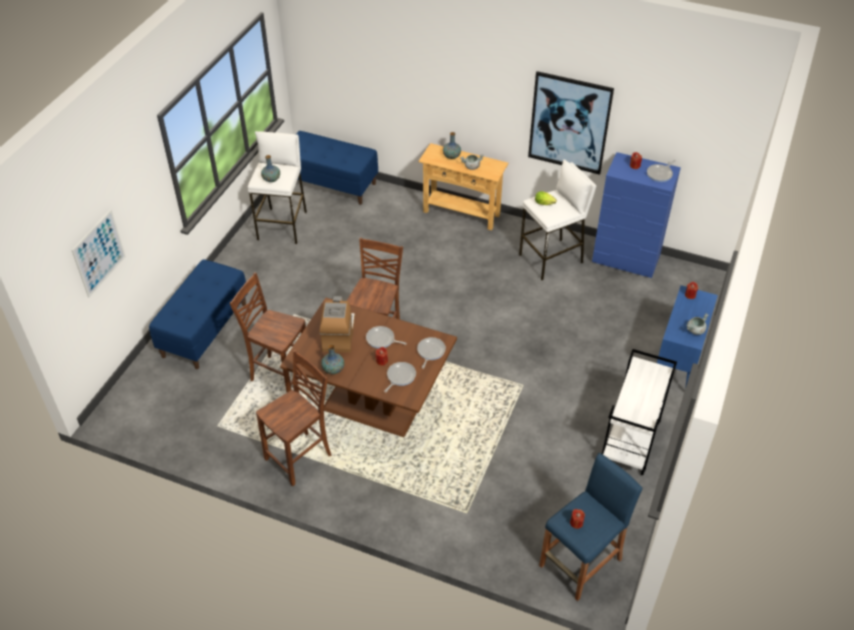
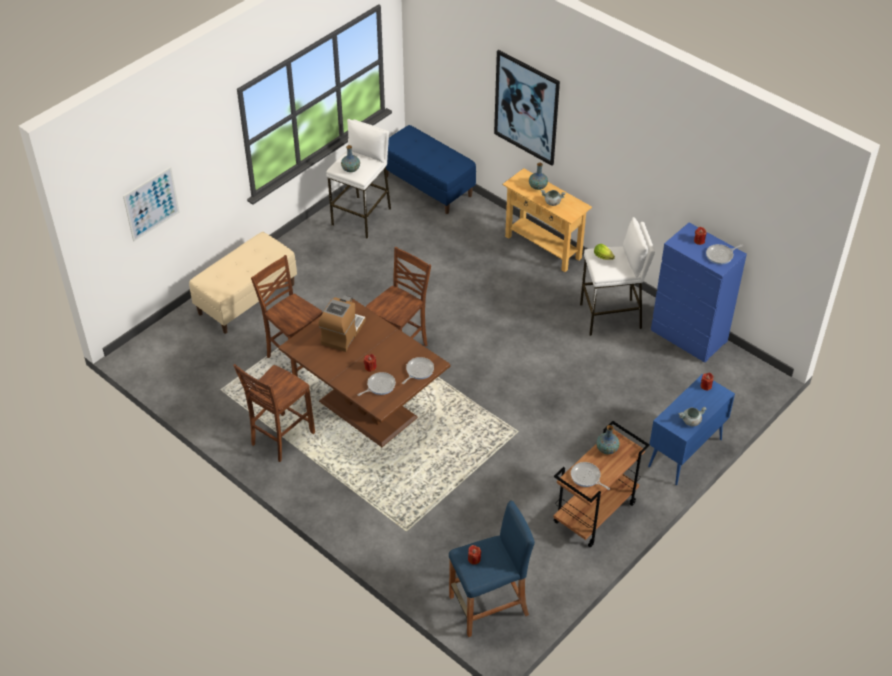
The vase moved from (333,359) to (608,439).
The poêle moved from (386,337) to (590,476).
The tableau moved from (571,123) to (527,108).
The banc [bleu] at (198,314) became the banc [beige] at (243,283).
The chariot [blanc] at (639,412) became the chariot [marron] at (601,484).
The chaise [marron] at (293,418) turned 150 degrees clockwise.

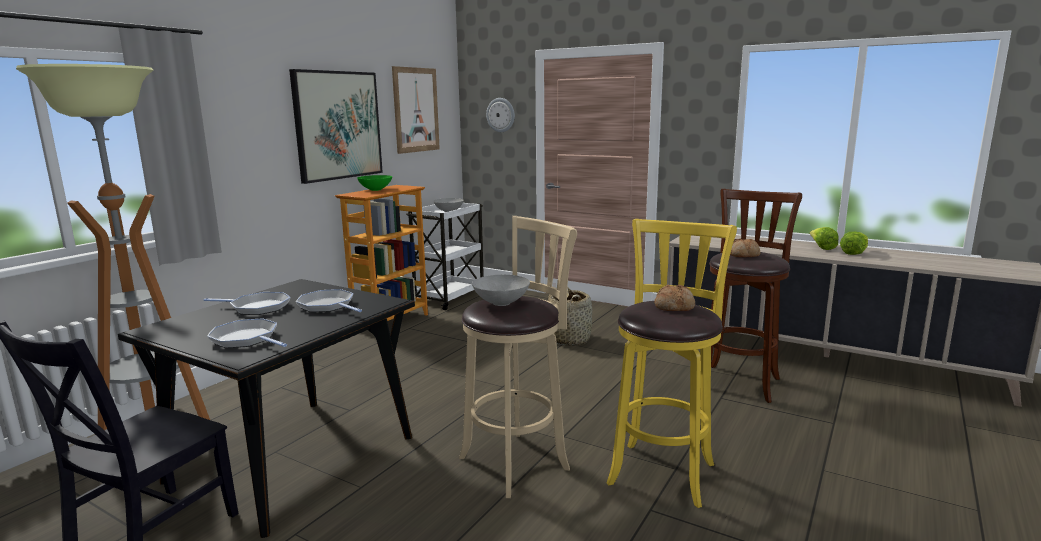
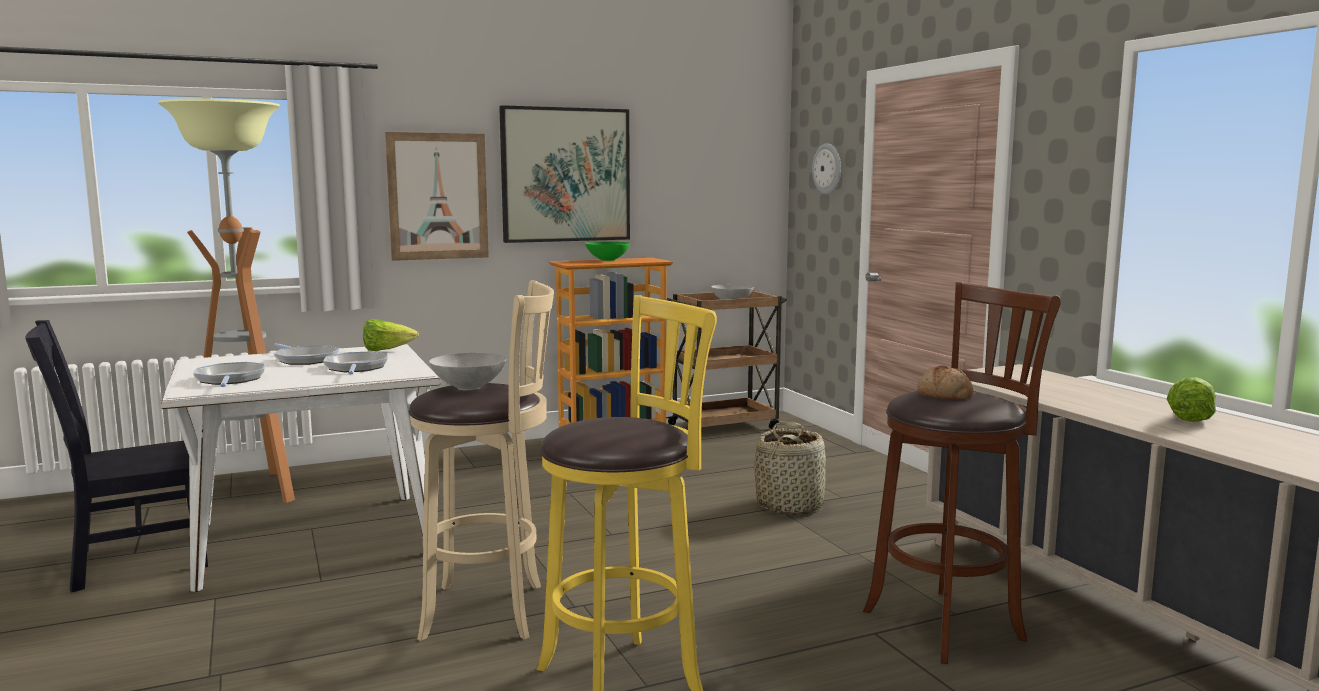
The pain at (674,298) disappeared.
The tableau moved from (416,110) to (437,196).
The laitue moved from (854,243) to (391,335).
The table à manger [noir] at (266,408) became the table à manger [blanc] at (300,468).
The chariot [blanc] at (445,256) became the chariot [marron] at (726,360).

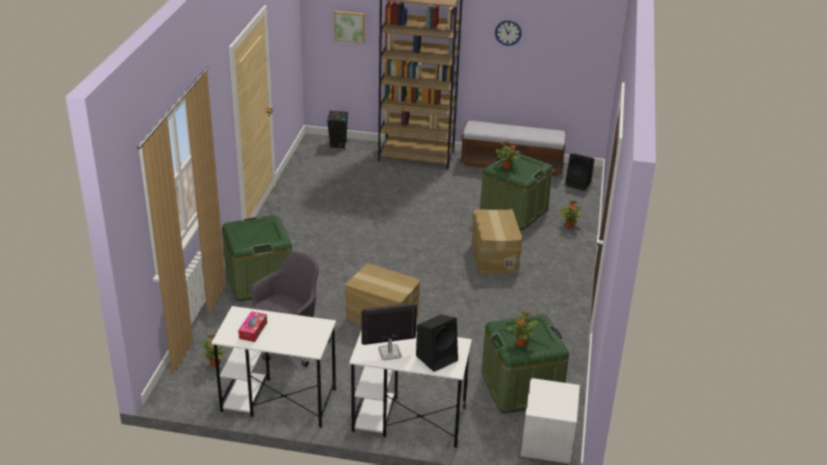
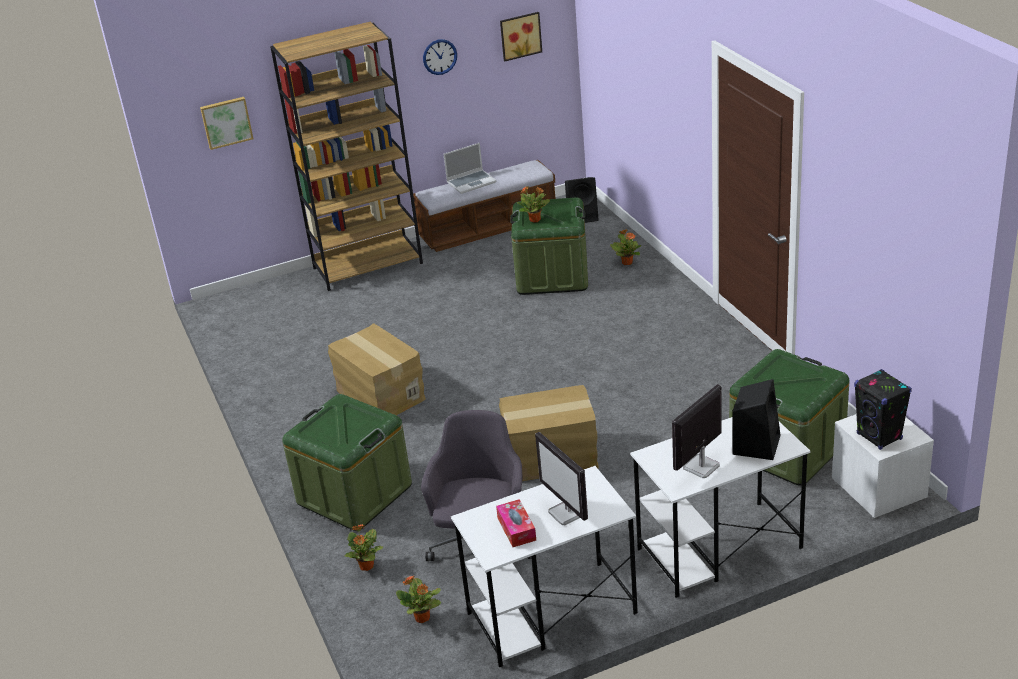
The ordinateur portable at (470,168) appeared.
The tableau at (521,36) appeared.
The écran d'ordinateur at (561,478) appeared.
The enceinte [noir] moved from (337,129) to (883,409).
The carton moved from (496,241) to (377,369).
The plante en pot moved from (522,329) to (363,547).

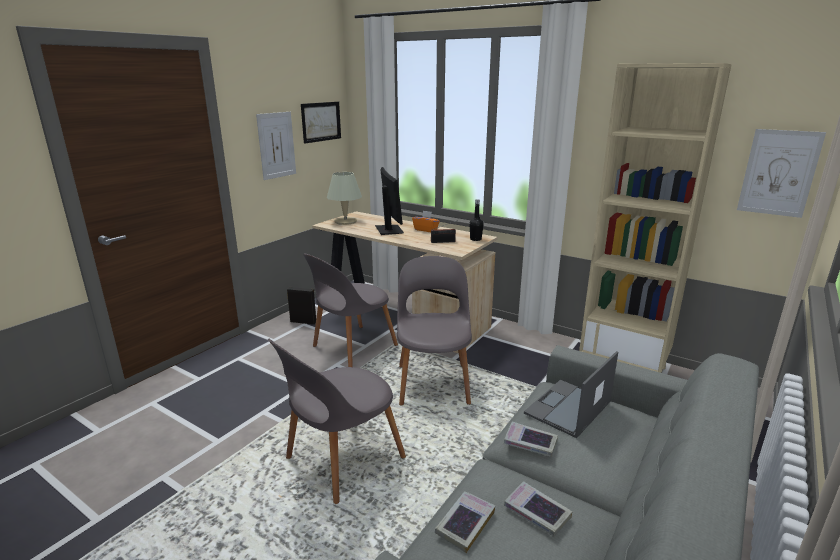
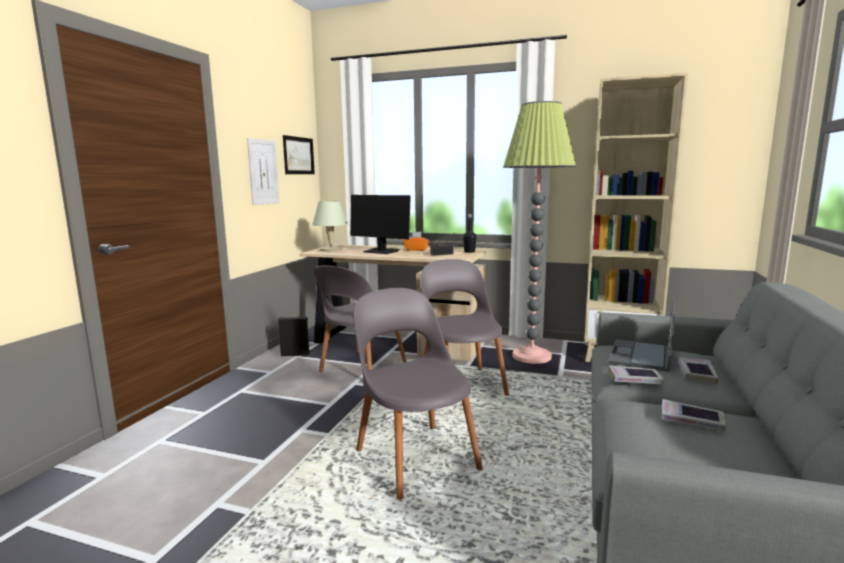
The tableau at (781,173) disappeared.
The lampadaire at (539,232) appeared.
The livre moved from (465,522) to (698,371).
The chaise [gris] at (337,421) turned 120 degrees clockwise.
The écran d'ordinateur at (389,201) turned 150 degrees clockwise.

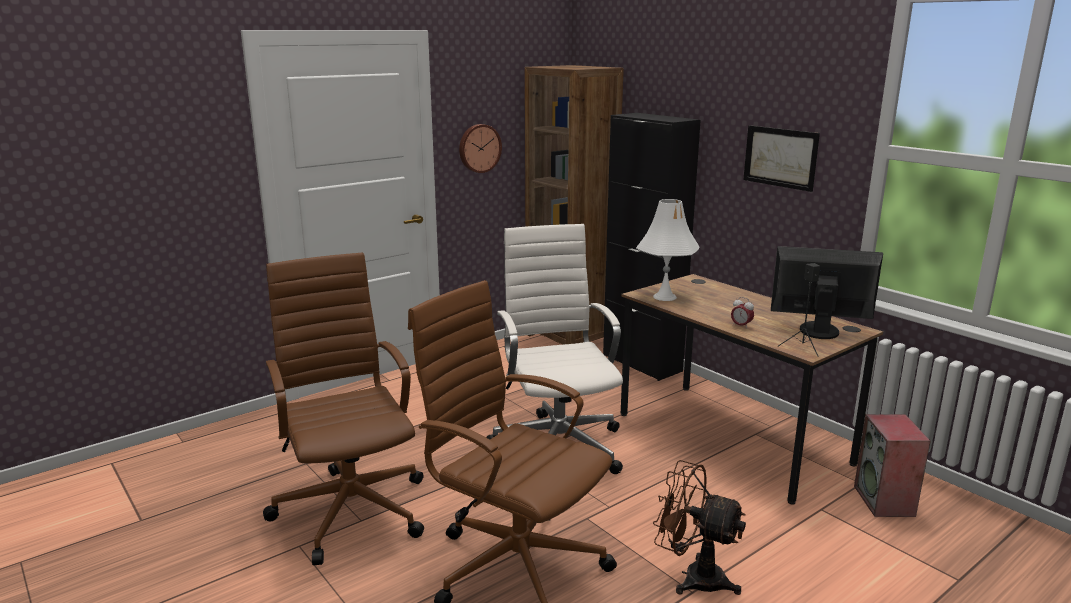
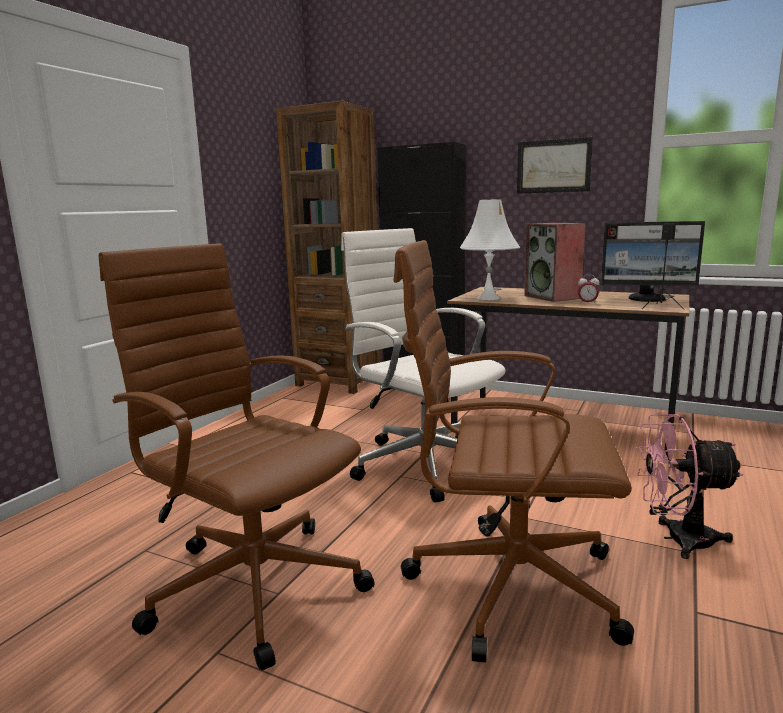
The horloge murale at (480,148) disappeared.
The enceinte moved from (892,465) to (555,262).
The ventilateur [marron] at (699,527) became the ventilateur [rose] at (690,486).
The écran d'ordinateur at (827,292) turned 150 degrees counterclockwise.

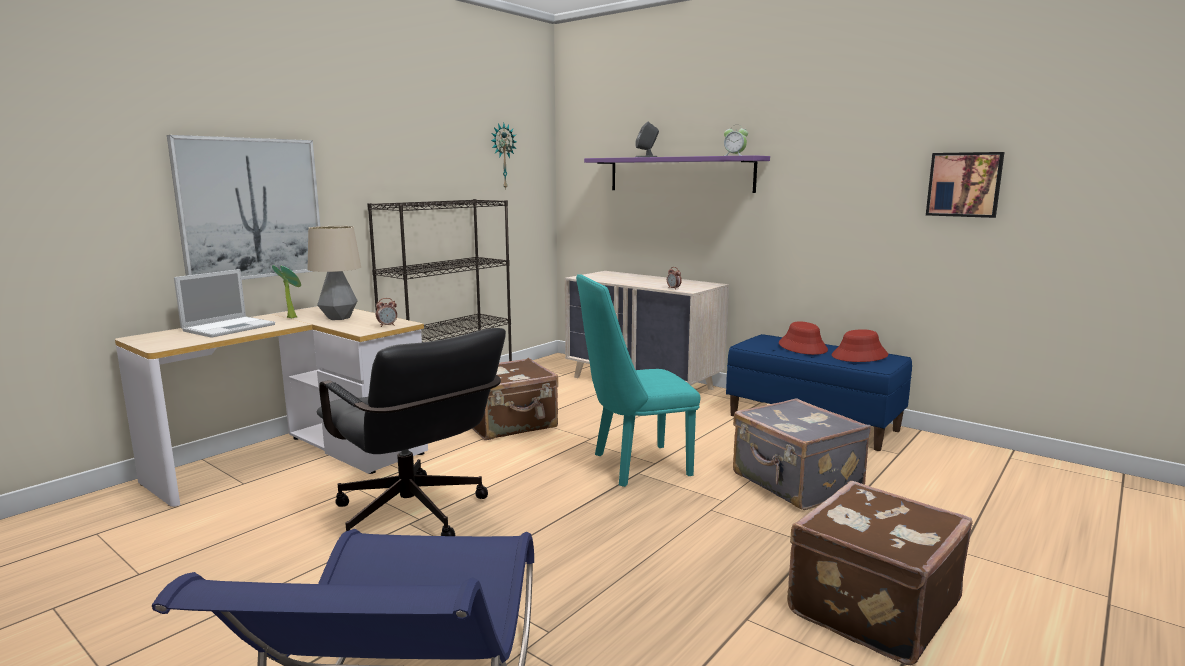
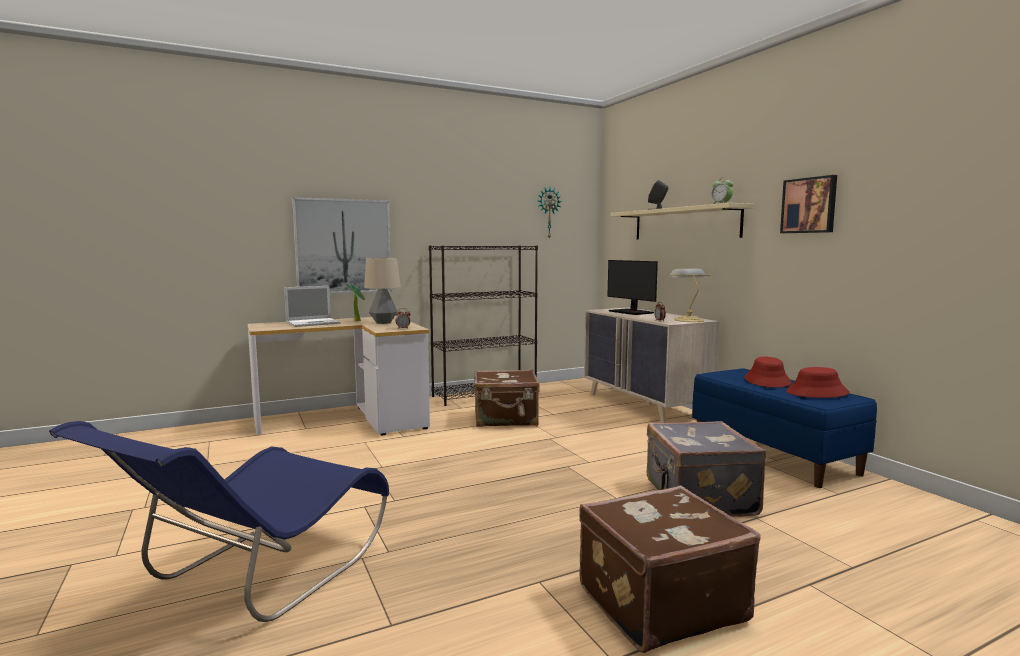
The chaise de bureau [noir] at (411,432) disappeared.
The chaise [turquoise] at (638,380) disappeared.
The écran d'ordinateur at (632,287) appeared.
The lampe de table at (689,295) appeared.
The tableau moved from (965,185) to (808,204).
The étagère [violet] at (677,174) became the étagère [beige] at (682,221).

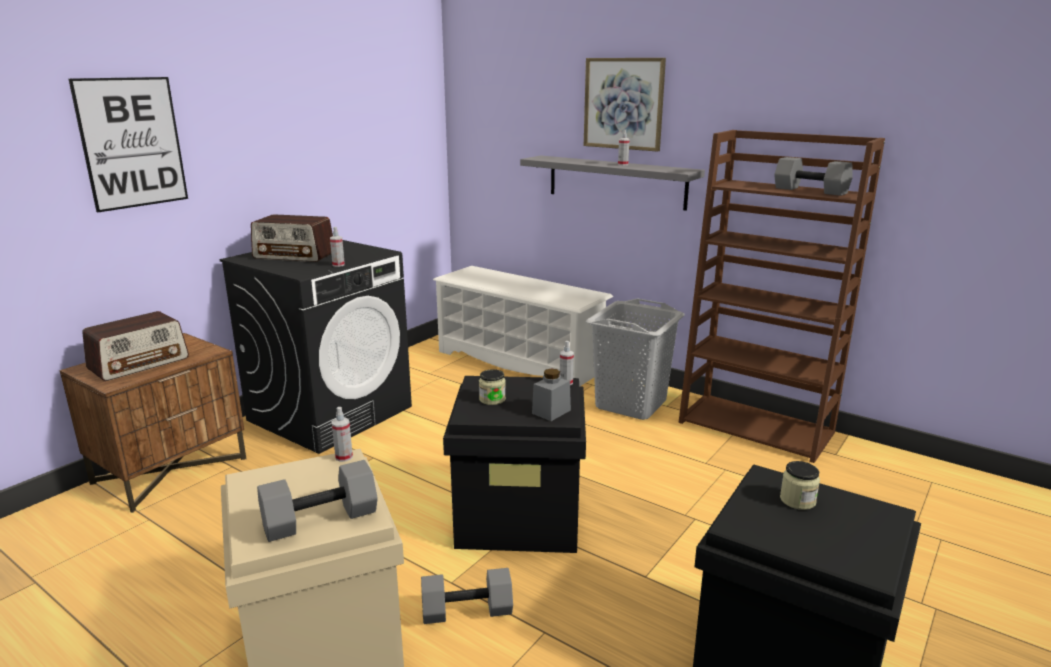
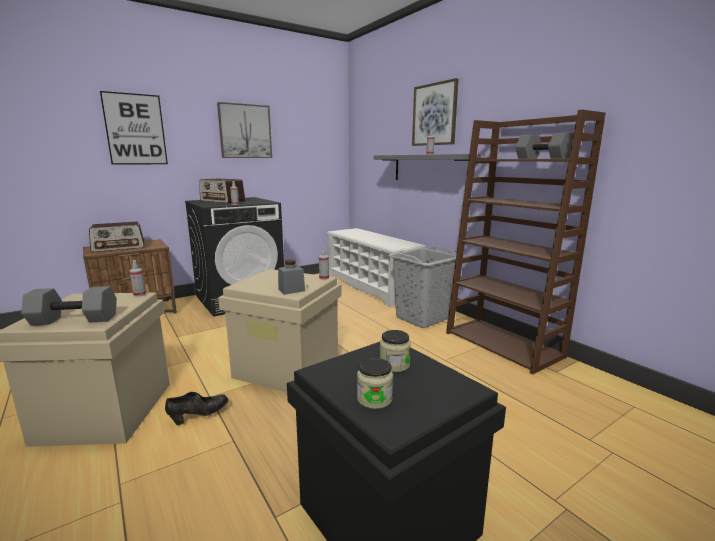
The tableau at (244,130) appeared.
The bocal moved from (492,387) to (375,383).
The haltère [gris] at (467,596) was replaced by the chaussure [noir] at (196,408).
The boîte de rangement [noir] at (514,464) became the boîte de rangement [beige] at (280,331).

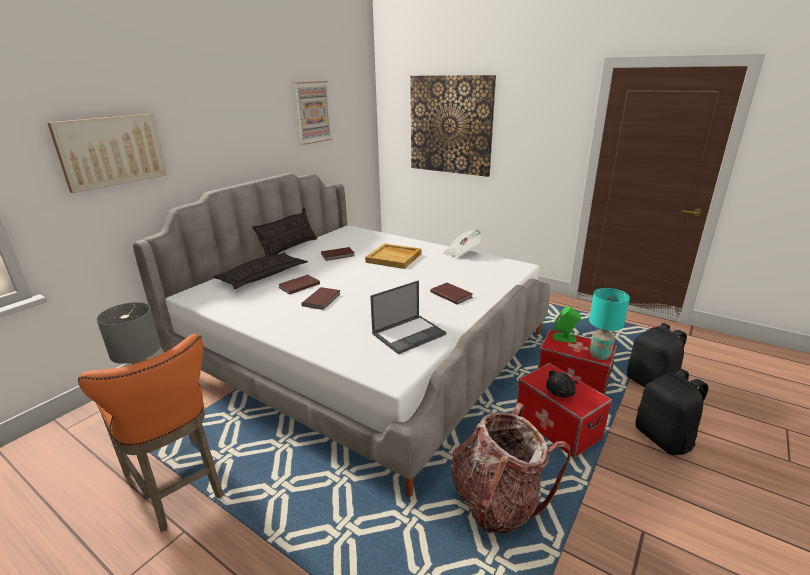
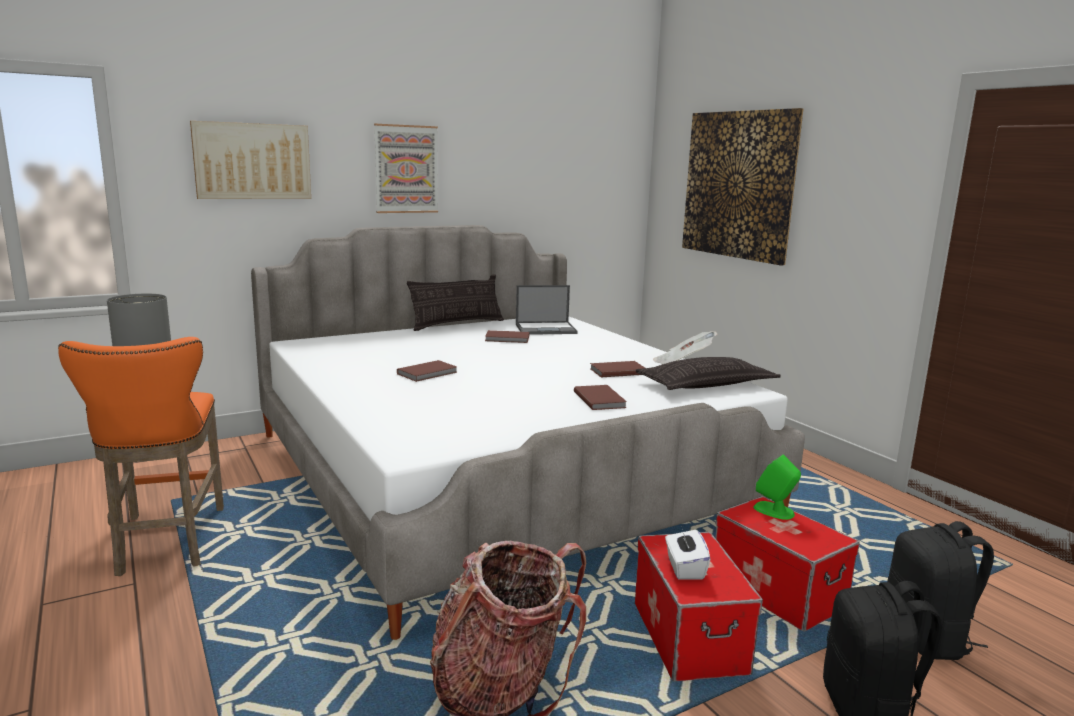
The plateau [beige] at (393,256) disappeared.
The lampe de table [turquoise] at (609,324) disappeared.
The coussin moved from (260,270) to (708,373).
The livre [marron] moved from (299,285) to (617,369).
The tableau moved from (313,113) to (406,168).
The ordinateur portable moved from (408,317) to (547,310).
The peluche [noir] at (562,383) was replaced by the boîte à mouchoirs [blanc] at (687,553).

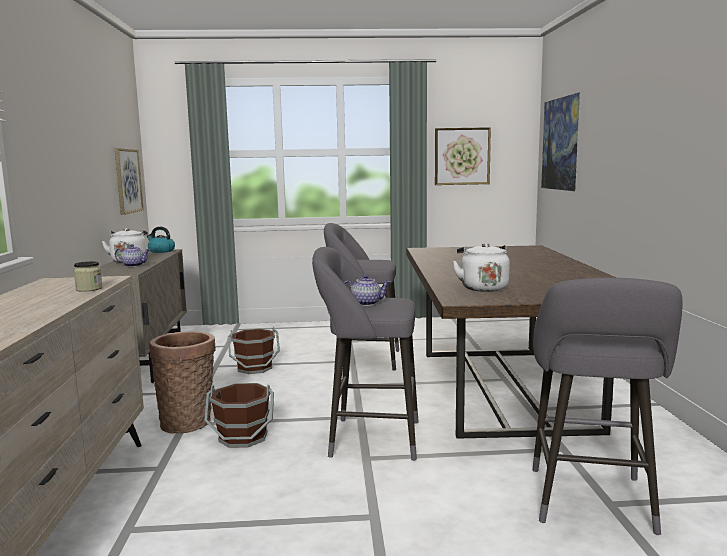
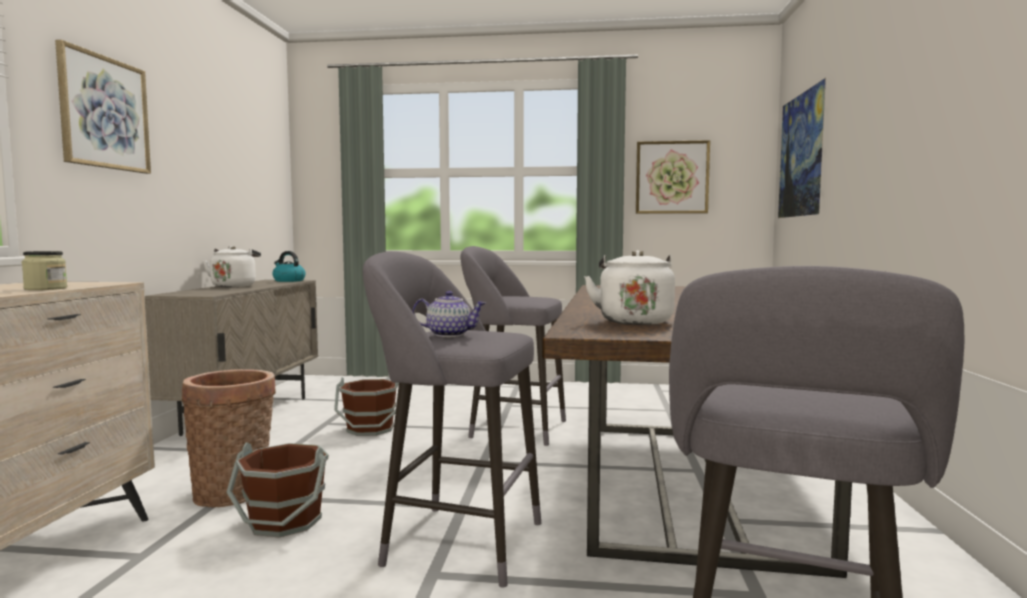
The théière at (132,255) disappeared.
The tableau moved from (129,181) to (103,107).

